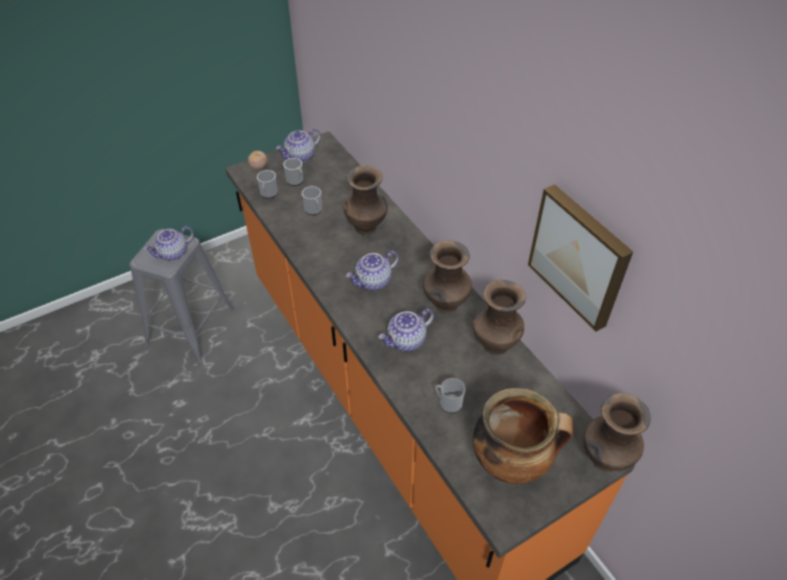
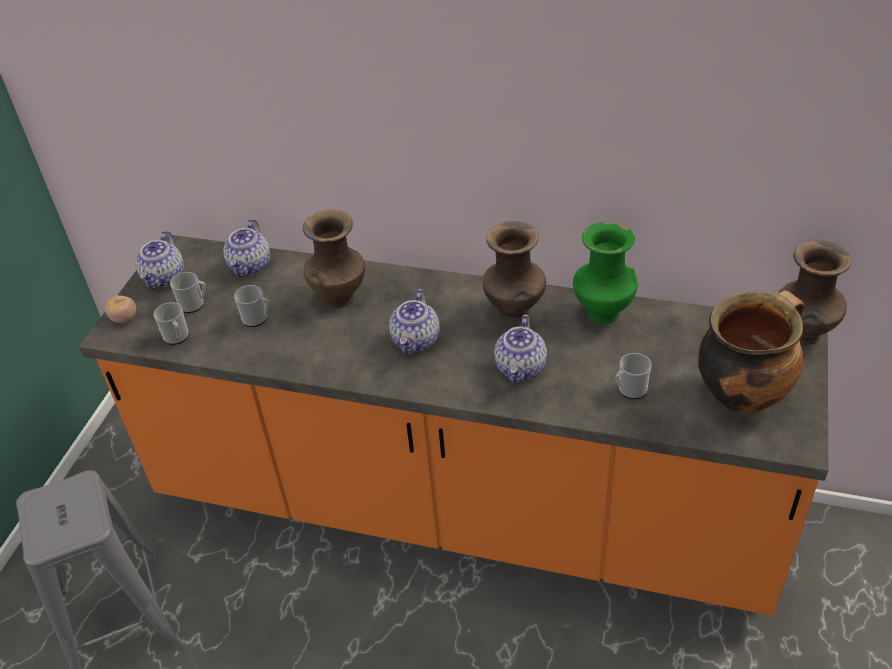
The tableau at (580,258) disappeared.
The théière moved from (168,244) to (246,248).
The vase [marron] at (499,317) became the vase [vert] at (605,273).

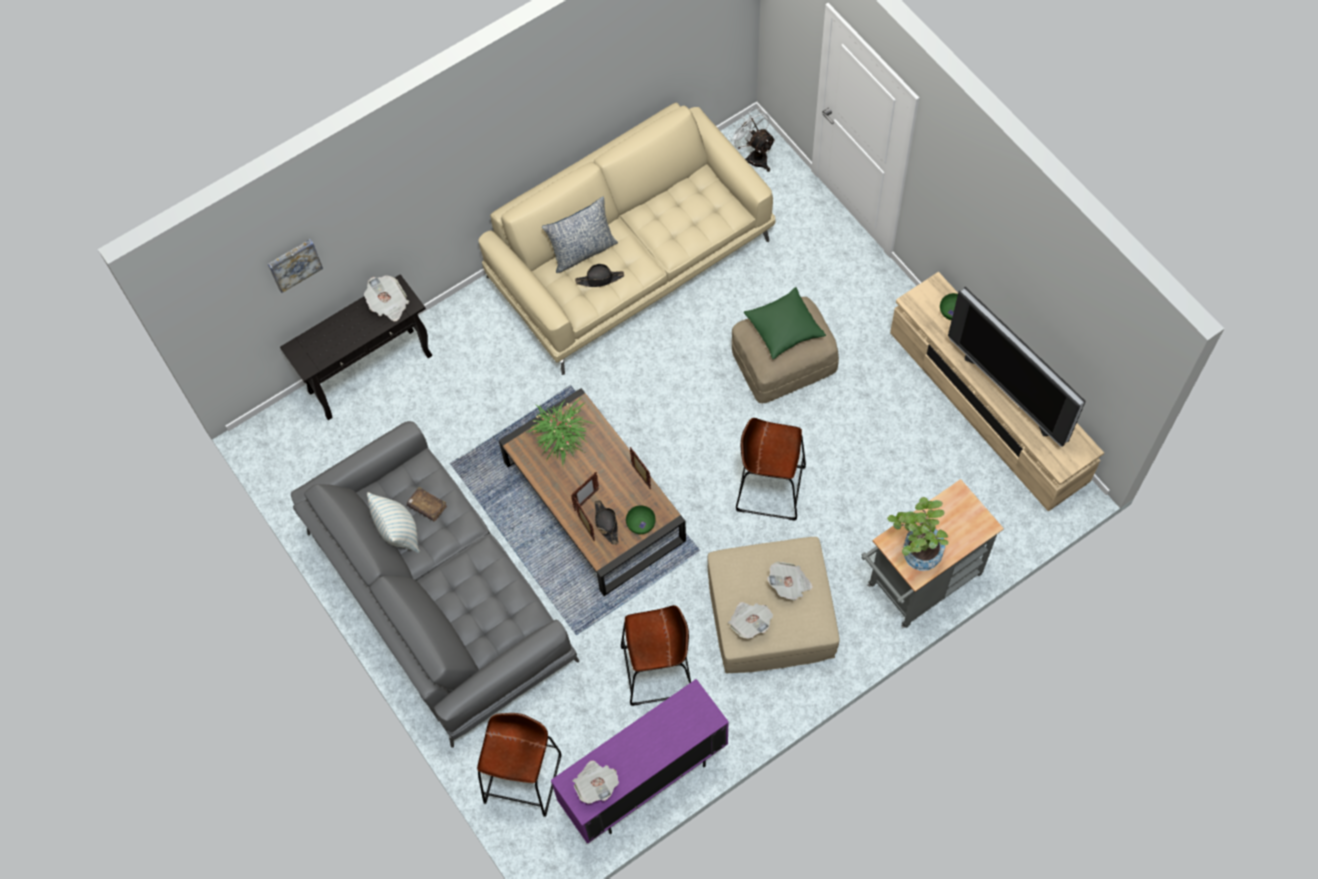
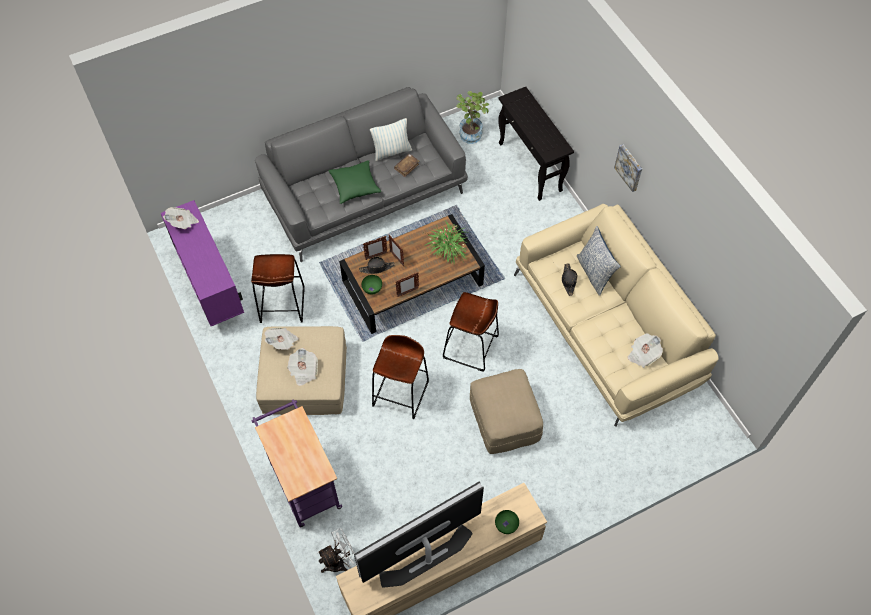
The tableau moved from (295,266) to (628,168).
The journal moved from (386,299) to (645,350).
The tabouret [marron] moved from (519,765) to (471,332).
The ventilateur [blanc] moved from (752,140) to (336,550).
The coussin [vert] moved from (785,323) to (354,182).
The plante en pot moved from (917,534) to (472,117).
The chariot [gris] at (933,553) became the chariot [violet] at (296,463).

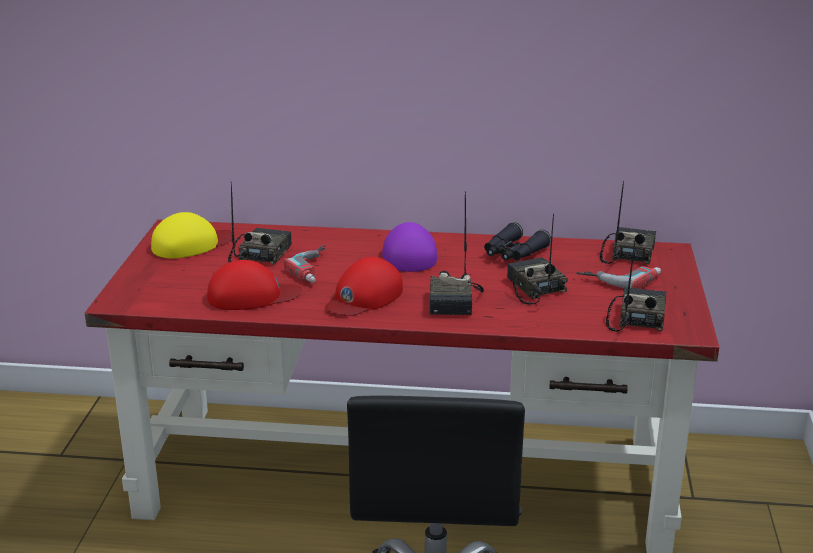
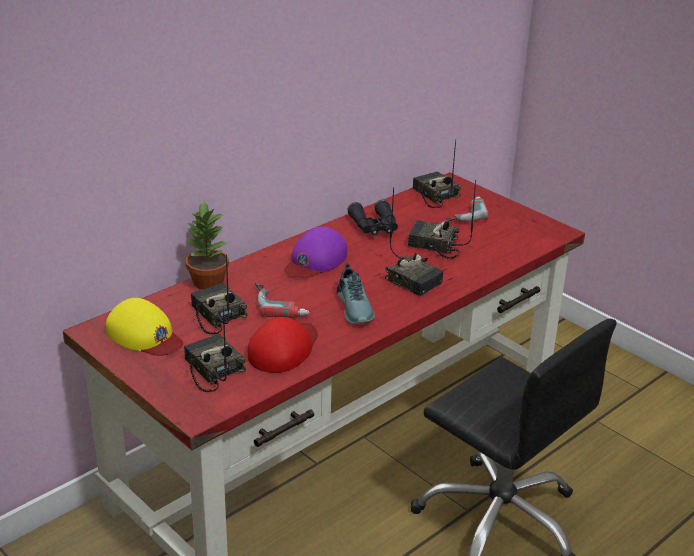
The plante en pot at (207,245) appeared.
The radio moved from (636,286) to (215,350).
The casquette [rouge] at (364,286) was replaced by the chaussure at (356,293).
The casquette [jaune] at (191,235) turned 120 degrees clockwise.
The casquette [violet] at (409,247) turned 90 degrees counterclockwise.

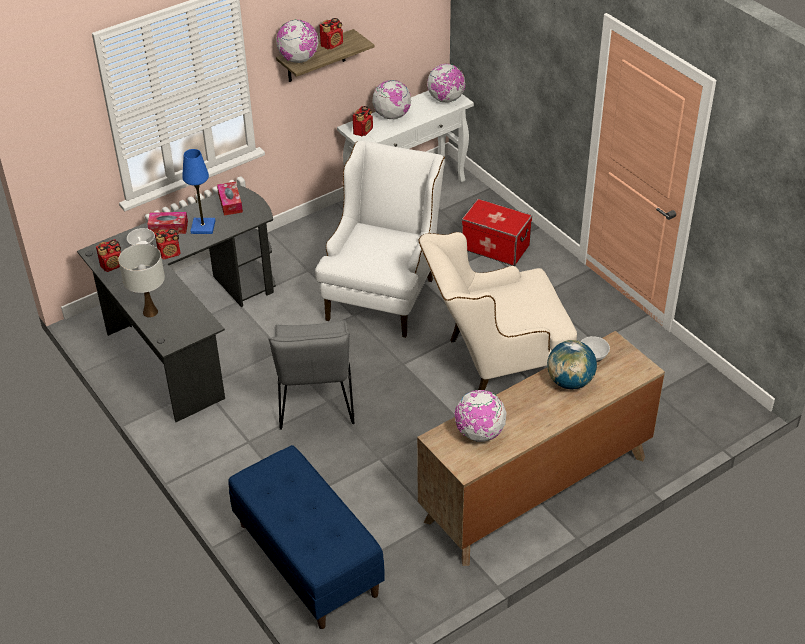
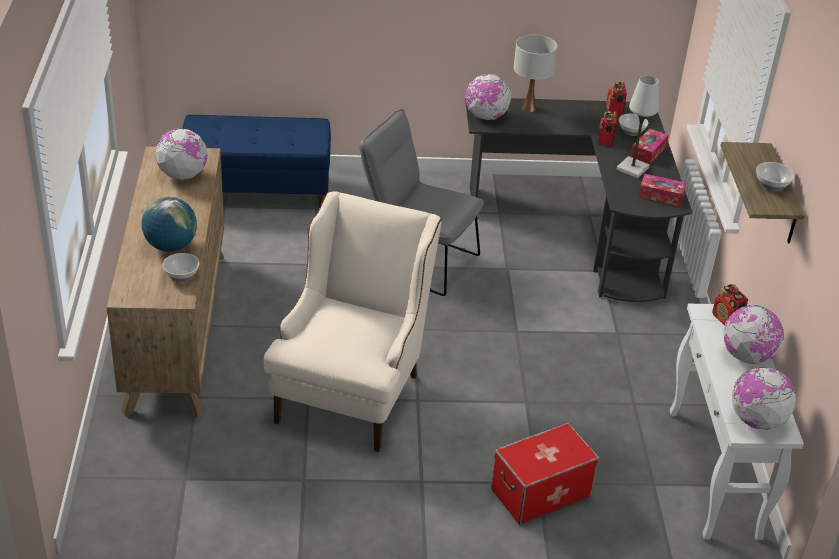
The fauteuil [blanc] at (380,239) disappeared.
The globe moved from (297,41) to (489,97).
The radio at (331,33) was replaced by the bol at (775,177).
The lampe de table [bleu] at (199,191) became the lampe de table [blanc] at (637,126).

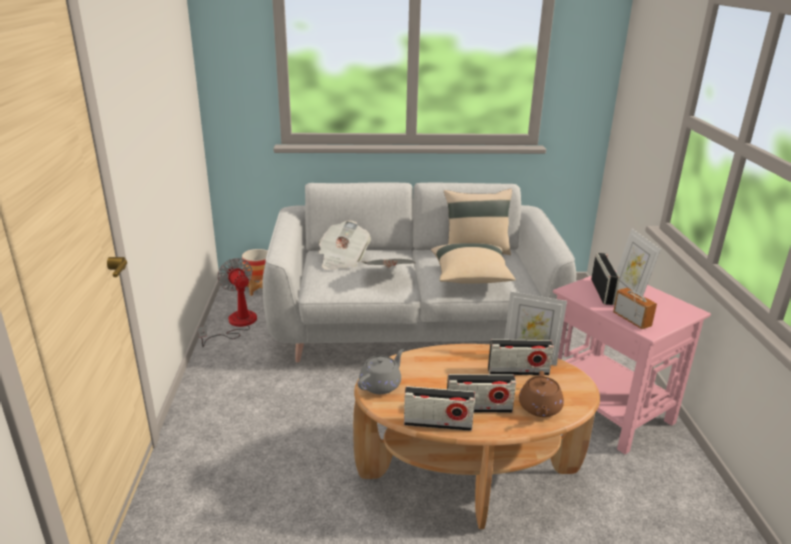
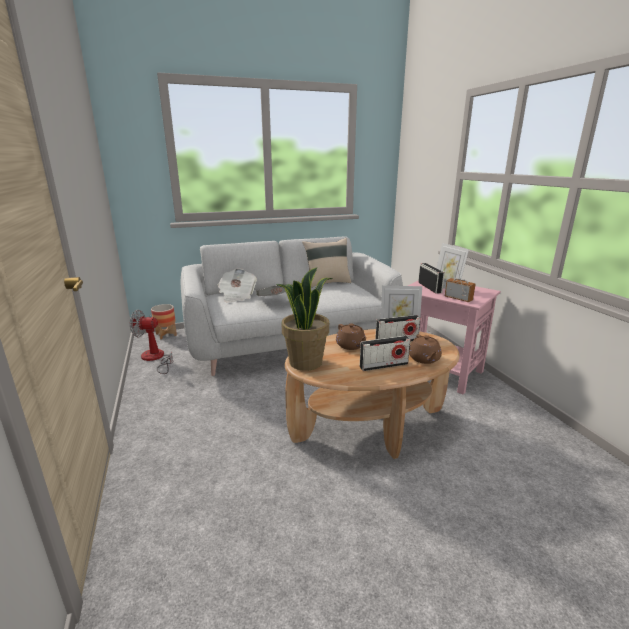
The radio at (439,408) disappeared.
The coussin [beige] at (473,263) disappeared.
The théière [marron] at (351,336) appeared.
The théière [gris] at (381,371) was replaced by the plante en pot at (304,319).
The ventilateur at (227,303) turned 45 degrees counterclockwise.

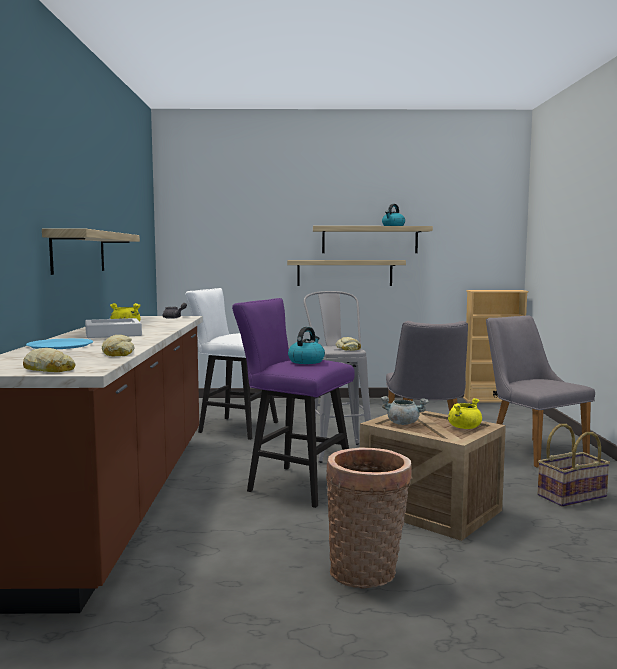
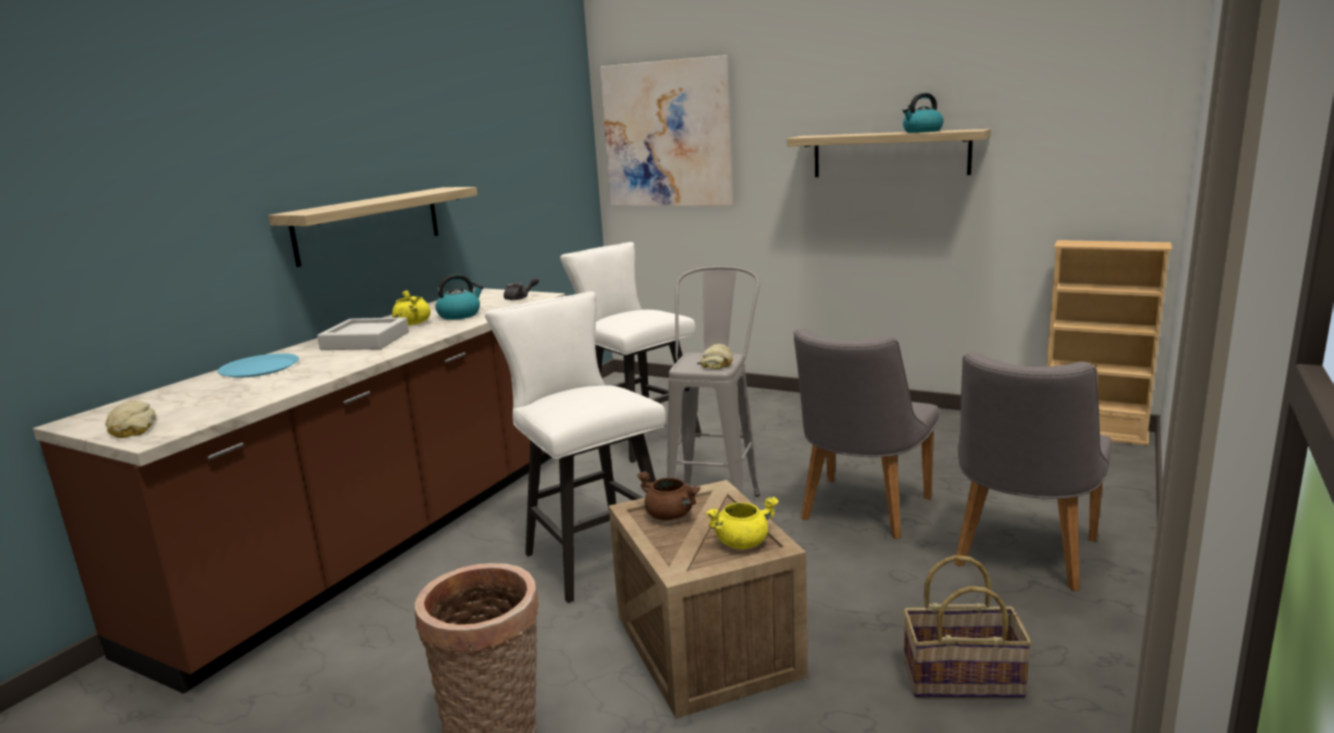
The pain at (118,345) disappeared.
The étagère at (346,273) disappeared.
The tableau at (666,130) appeared.
The bouilloire moved from (306,345) to (459,297).
The tabouret [violet] at (293,403) became the tabouret [blanc] at (575,447).
The marmite [gris] at (405,410) became the marmite [marron] at (668,496).
The chaise [gris] at (540,391) turned 150 degrees counterclockwise.

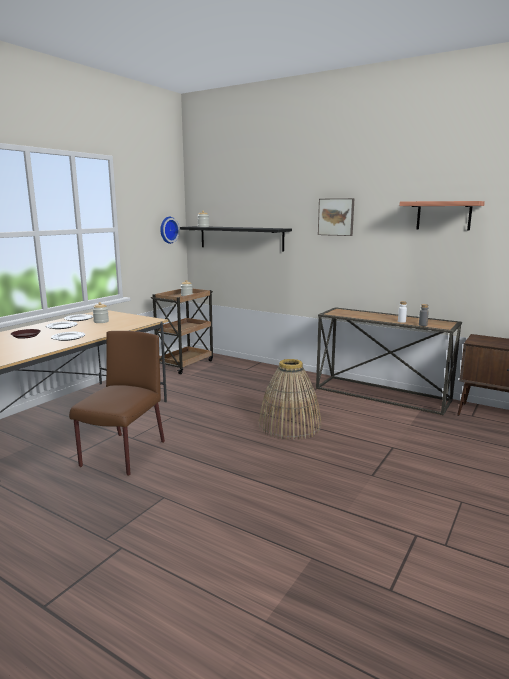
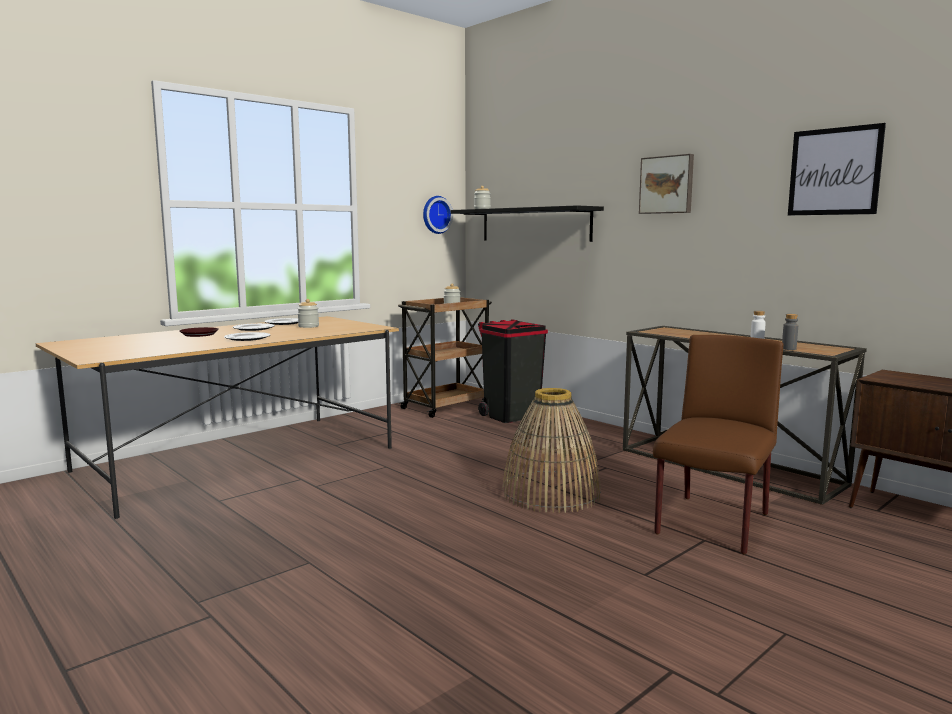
The poubelle [noir] at (513,371) appeared.
The chaise [marron] moved from (117,403) to (718,445).
The étagère at (442,216) was replaced by the tableau at (837,169).

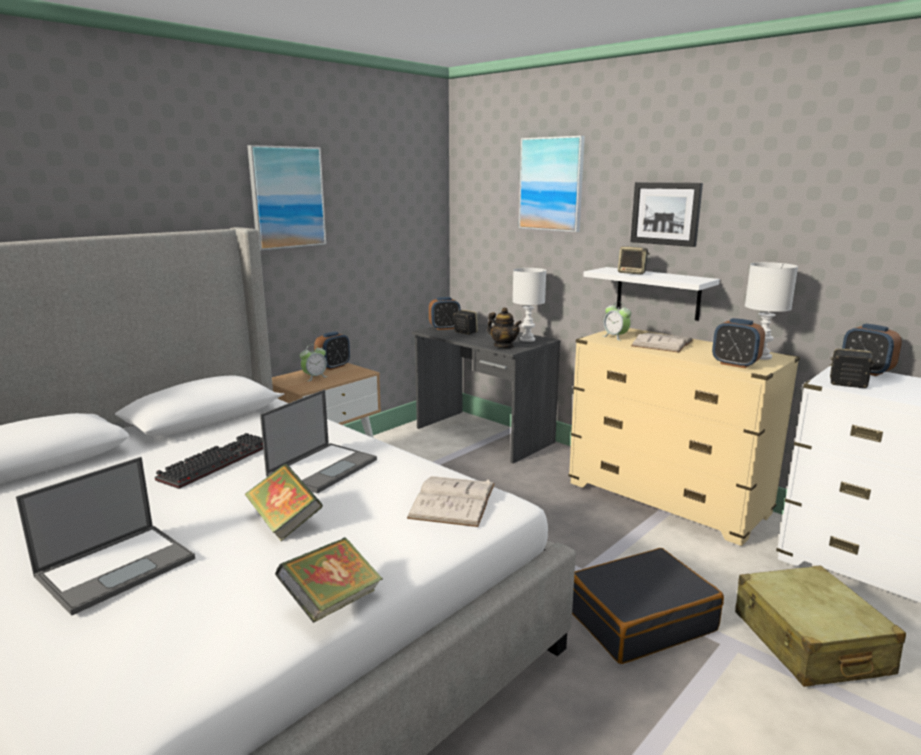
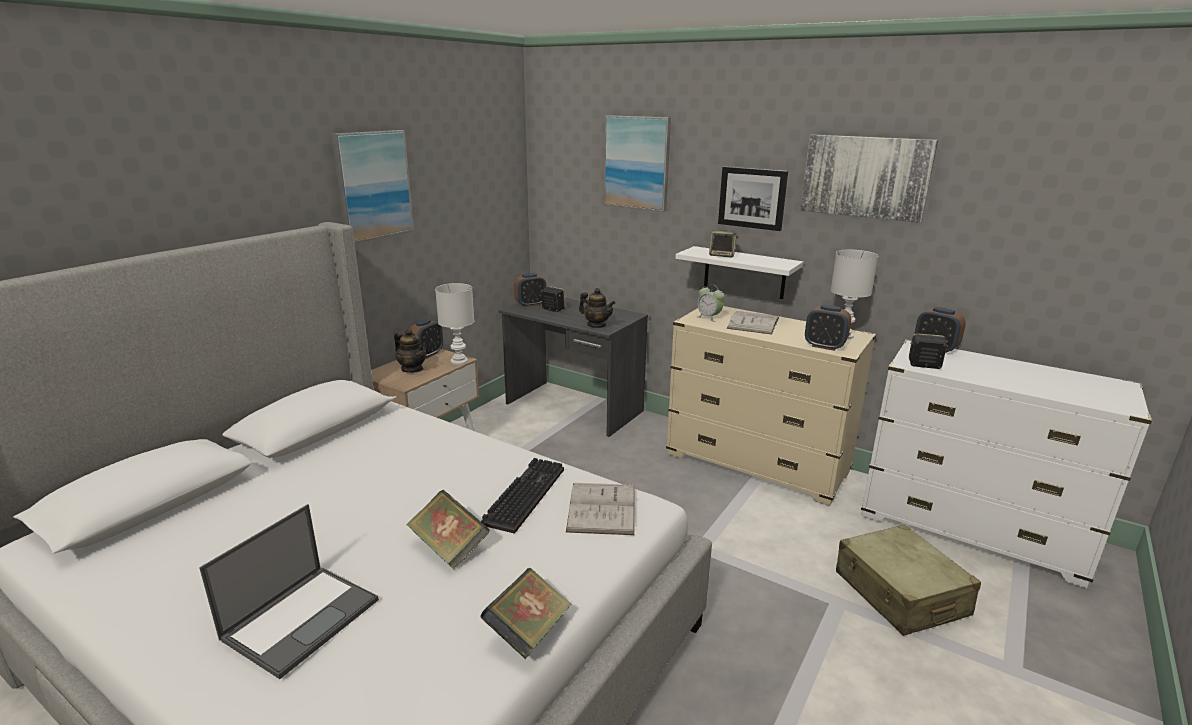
The ordinateur portable at (318,442) disappeared.
The valise [noir] at (648,606) disappeared.
The tableau at (869,179) appeared.
The clavier moved from (209,461) to (522,496).
The lampe de table [blanc] moved from (529,305) to (454,324).
The réveil at (314,362) was replaced by the théière at (410,351).

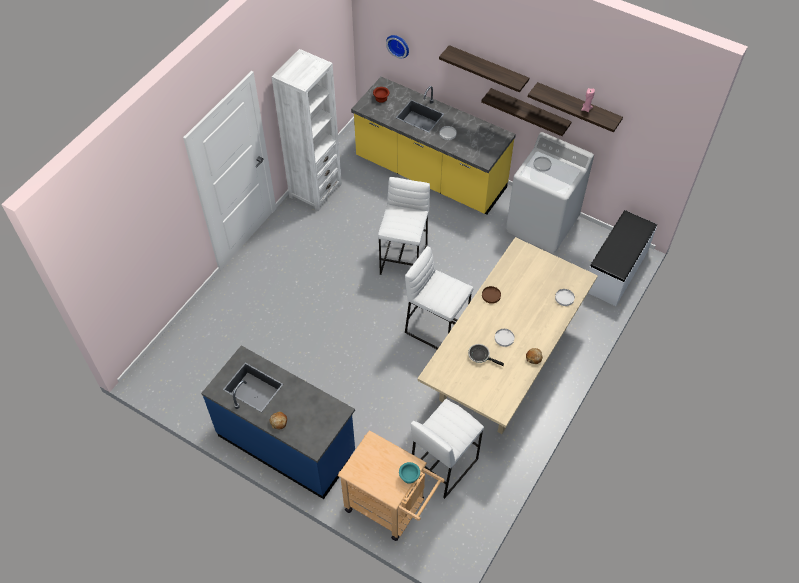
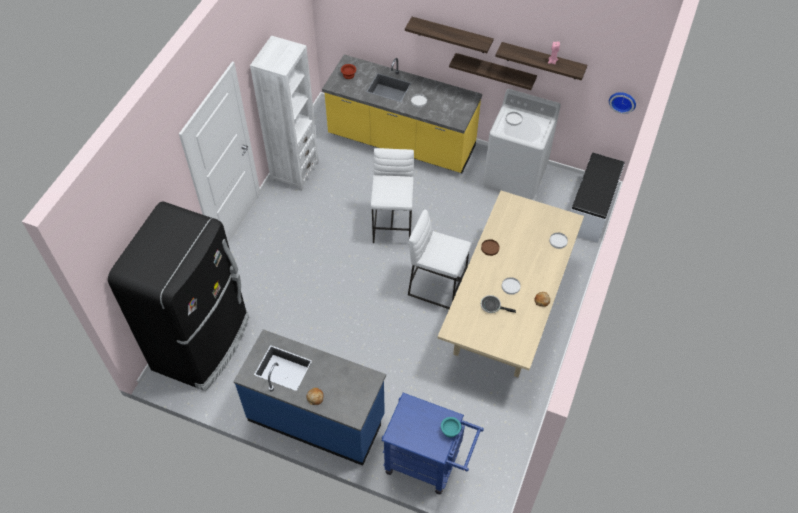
The tabouret [blanc] at (447,449) disappeared.
The réfrigérateur [noir] at (178,296) appeared.
The horloge murale moved from (397,47) to (622,103).
The chariot [beige] at (391,485) became the chariot [bleu] at (433,443).

